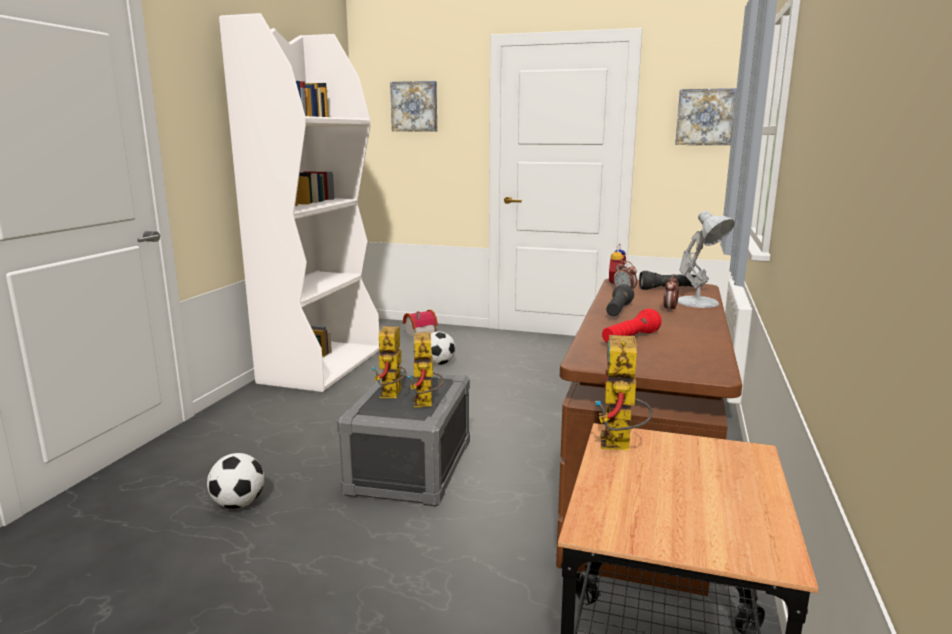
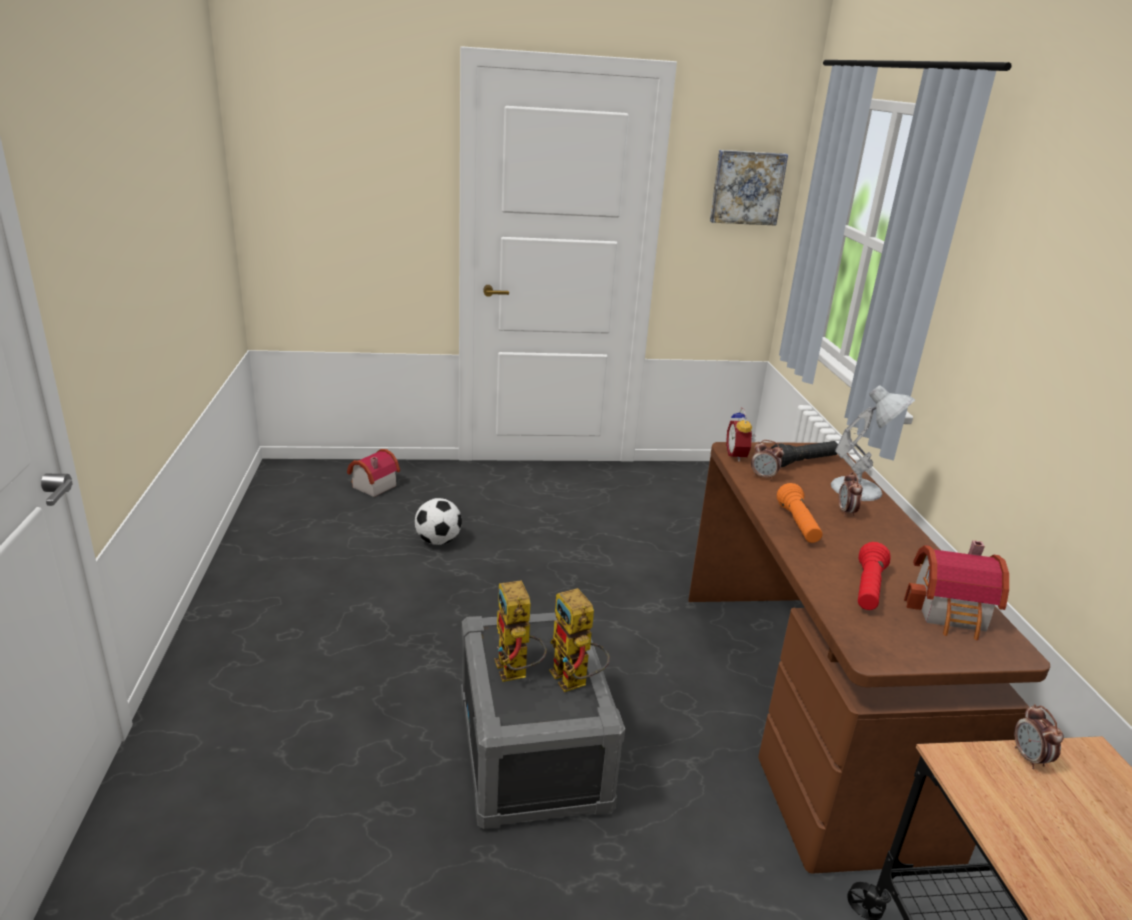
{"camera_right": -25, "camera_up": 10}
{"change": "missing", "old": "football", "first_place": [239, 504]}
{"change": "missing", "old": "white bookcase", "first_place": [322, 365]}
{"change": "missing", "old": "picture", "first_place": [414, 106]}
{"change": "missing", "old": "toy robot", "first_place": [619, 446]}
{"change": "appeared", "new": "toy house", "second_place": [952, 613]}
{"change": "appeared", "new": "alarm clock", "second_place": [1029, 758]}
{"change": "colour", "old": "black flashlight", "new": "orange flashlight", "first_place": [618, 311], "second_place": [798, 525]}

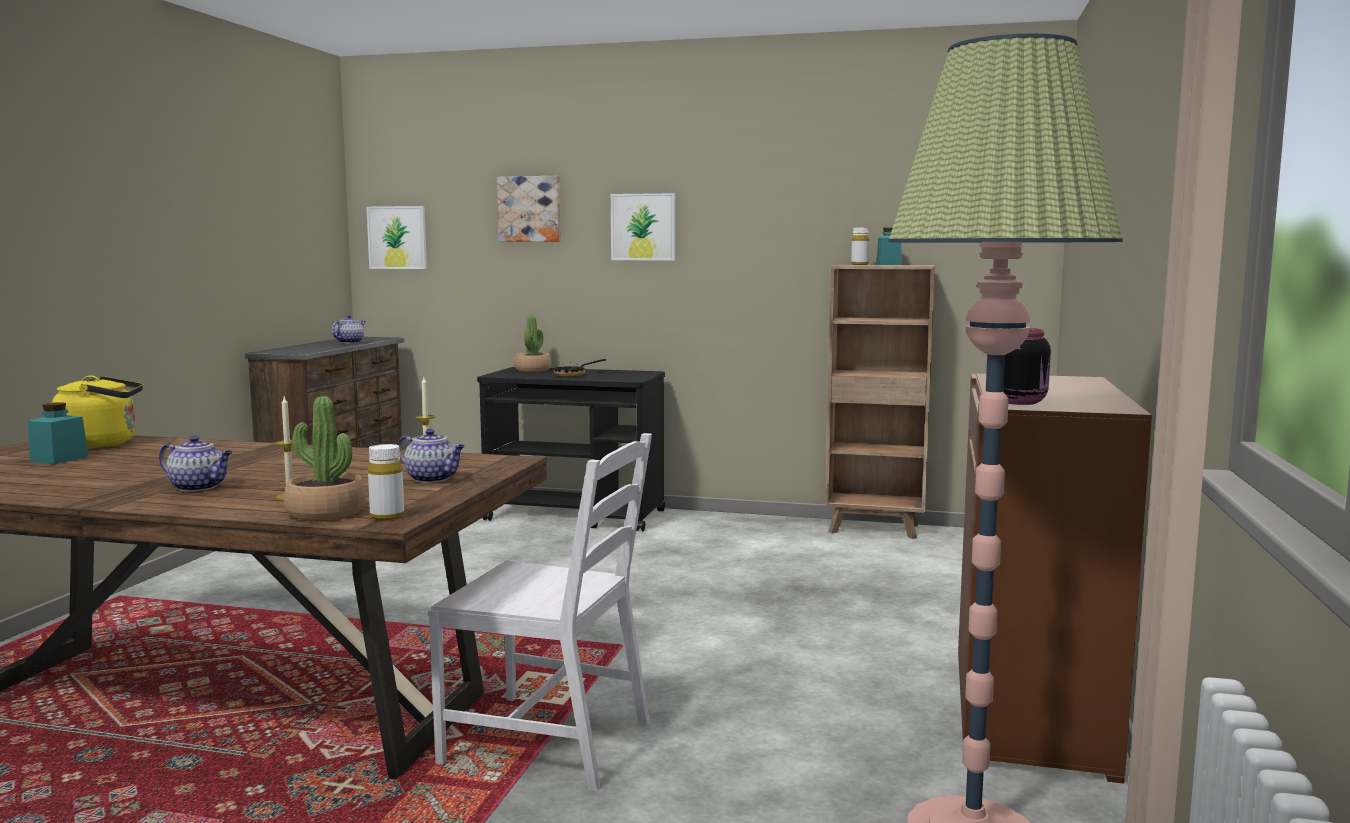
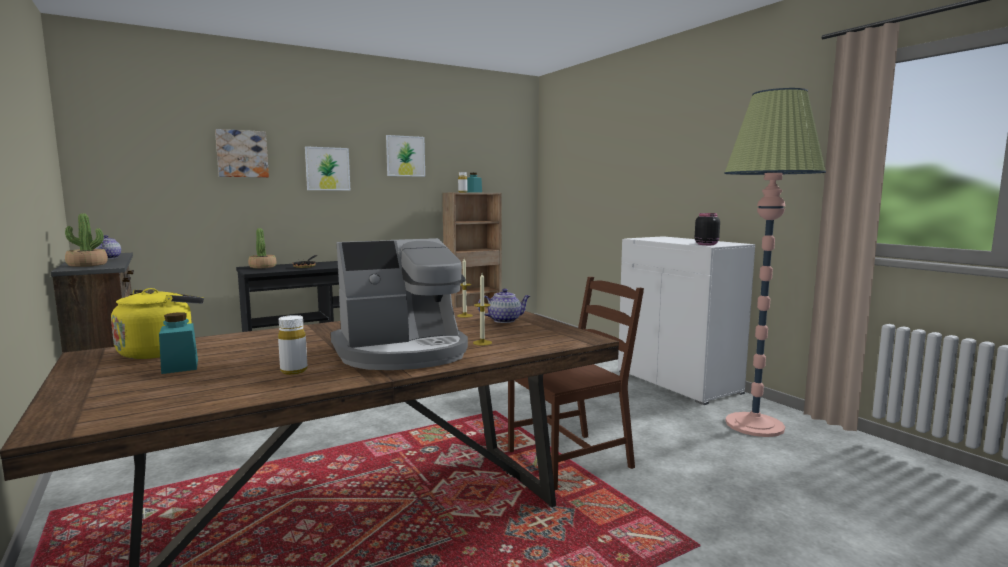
{"camera_right": -45, "camera_up": 0}
{"change": "relocated", "old": "potted plant", "first_place": [326, 512], "second_place": [87, 265]}
{"change": "relocated", "old": "picture", "first_place": [397, 237], "second_place": [405, 156]}
{"change": "relocated", "old": "white bottle", "first_place": [387, 516], "second_place": [294, 371]}
{"change": "exchanged", "old": "teapot", "new": "coffee machine", "first_place": [199, 487], "second_place": [402, 352]}
{"change": "colour", "old": "white chair", "new": "brown chair", "first_place": [550, 742], "second_place": [571, 459]}
{"change": "colour", "old": "brown cabinet", "new": "white cabinet", "first_place": [1033, 712], "second_place": [679, 382]}

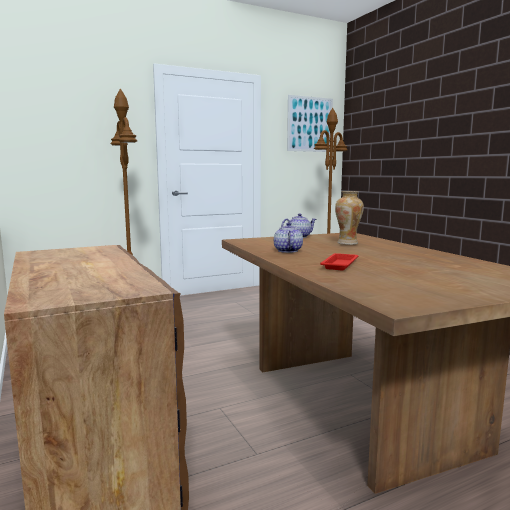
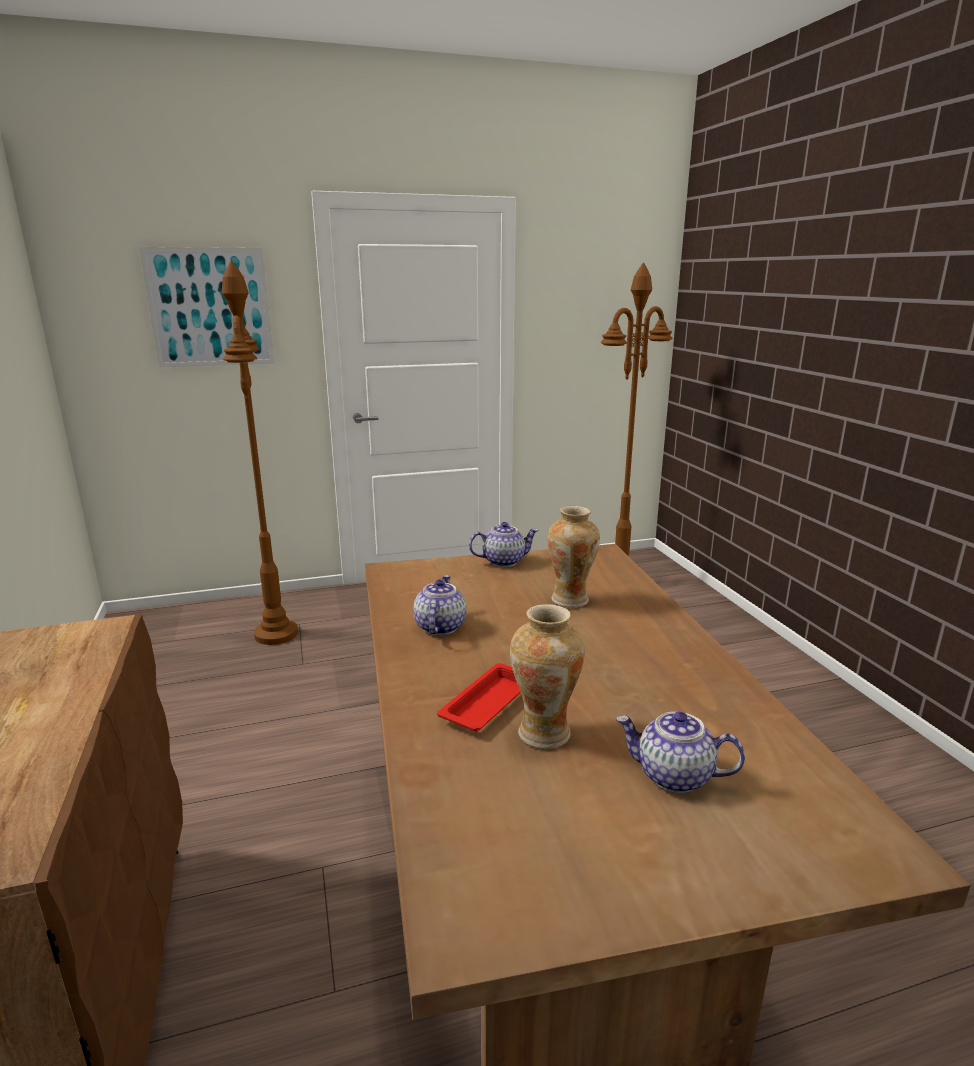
{"camera_right": 10, "camera_up": 10}
{"change": "appeared", "new": "vase", "second_place": [544, 732]}
{"change": "appeared", "new": "teapot", "second_place": [673, 776]}
{"change": "relocated", "old": "picture", "first_place": [310, 124], "second_place": [210, 308]}

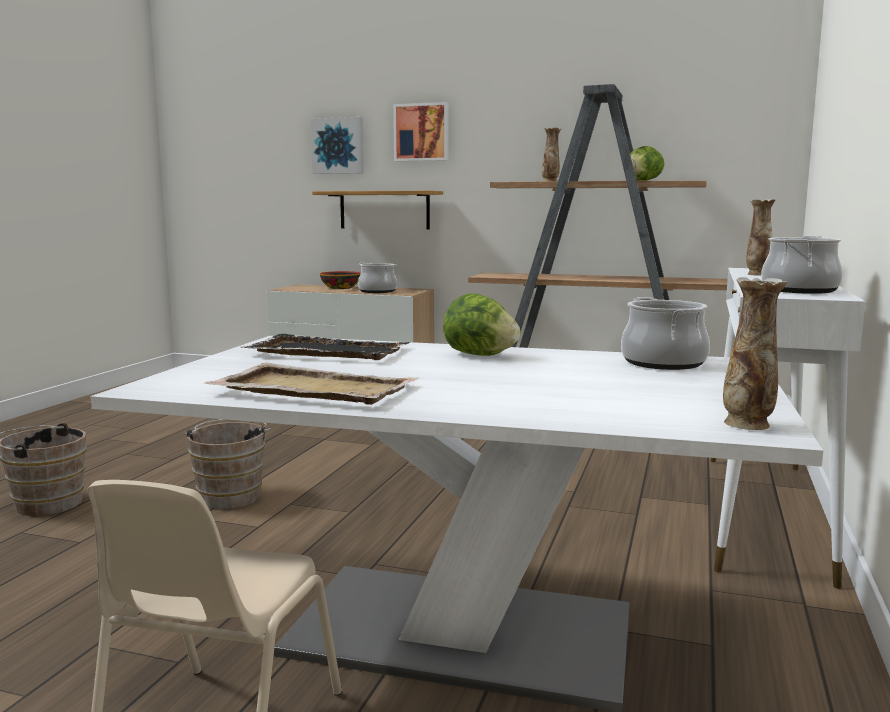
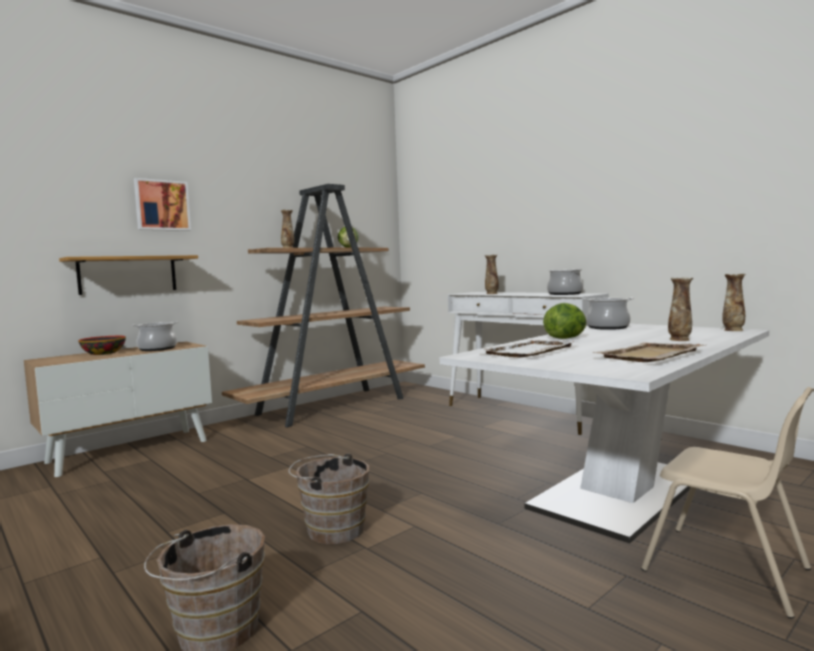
{"camera_right": -60, "camera_up": -5}
{"change": "missing", "old": "picture", "first_place": [338, 146]}
{"change": "appeared", "new": "vase", "second_place": [679, 340]}
{"change": "colour", "old": "black tray", "new": "white tray", "first_place": [326, 352], "second_place": [528, 351]}

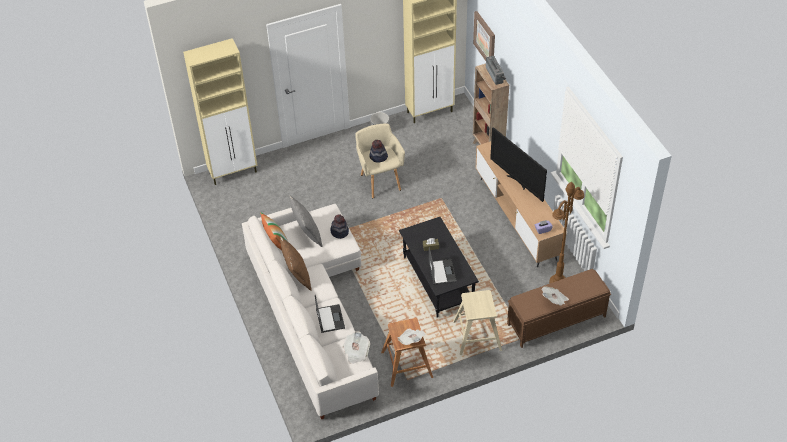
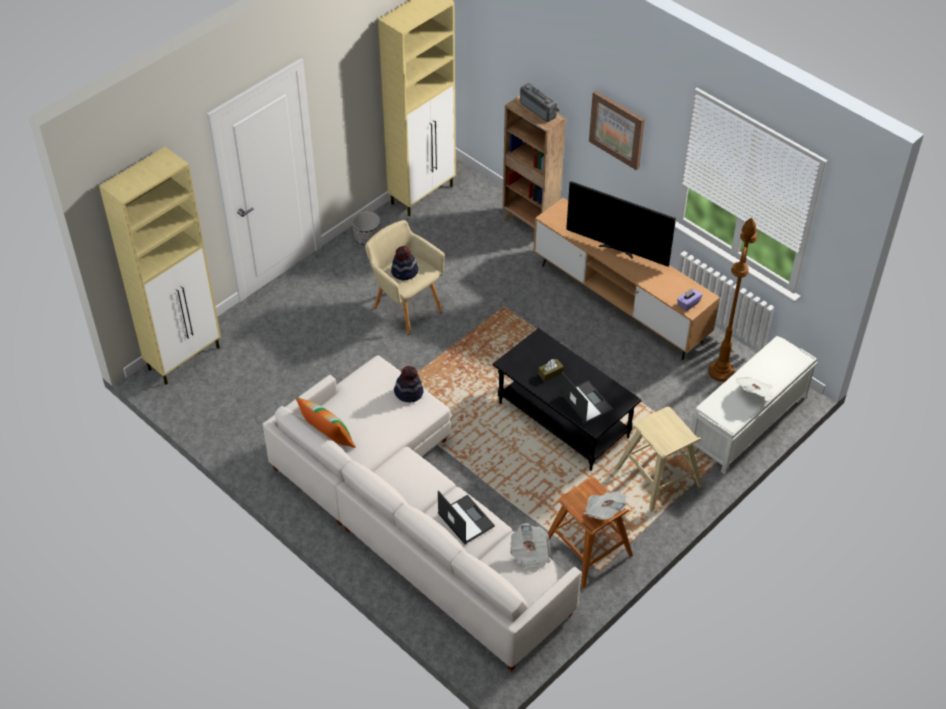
{"camera_right": -25, "camera_up": 0}
{"change": "missing", "old": "brown pillow", "first_place": [297, 275]}
{"change": "missing", "old": "grey pillow", "first_place": [307, 233]}
{"change": "relocated", "old": "picture", "first_place": [485, 39], "second_place": [617, 129]}
{"change": "colour", "old": "brown bench", "new": "white bench", "first_place": [555, 320], "second_place": [747, 423]}

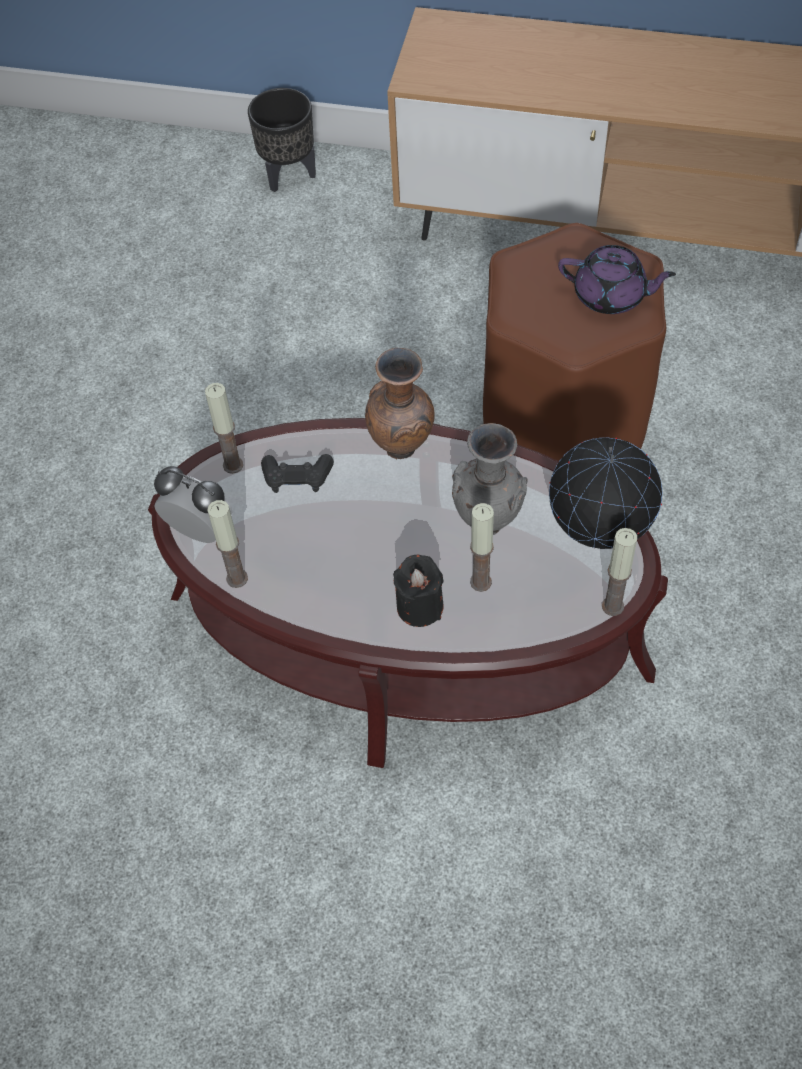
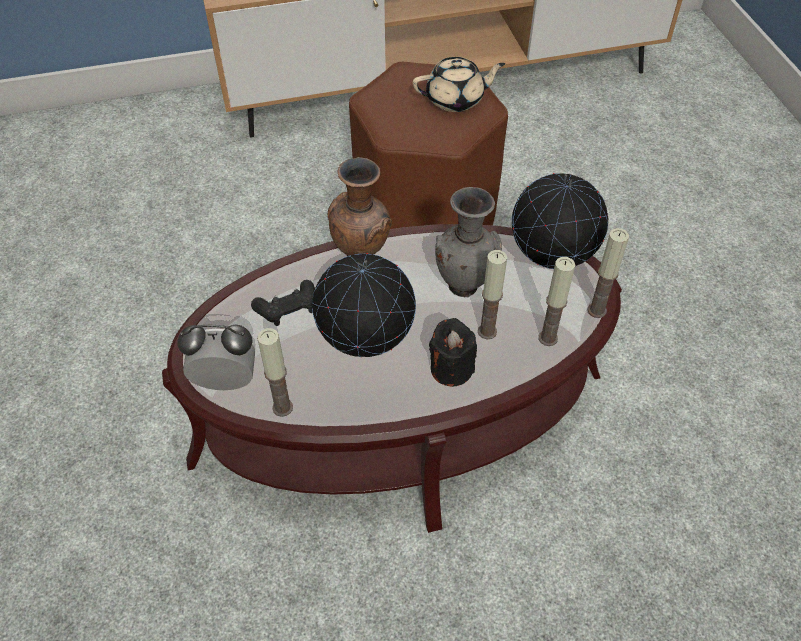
{"camera_right": -30, "camera_up": -5}
{"change": "missing", "old": "black planter", "first_place": [289, 175]}
{"change": "appeared", "new": "globe", "second_place": [366, 345]}
{"change": "relocated", "old": "candle", "first_place": [233, 465], "second_place": [548, 338]}
{"change": "colour", "old": "purple teapot", "new": "beige teapot", "first_place": [611, 296], "second_place": [456, 99]}

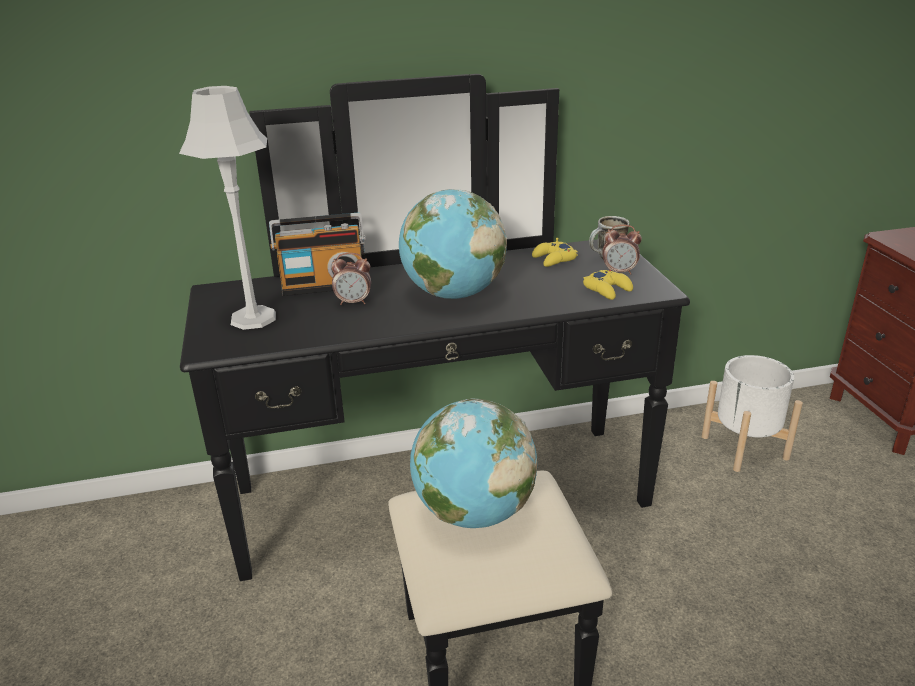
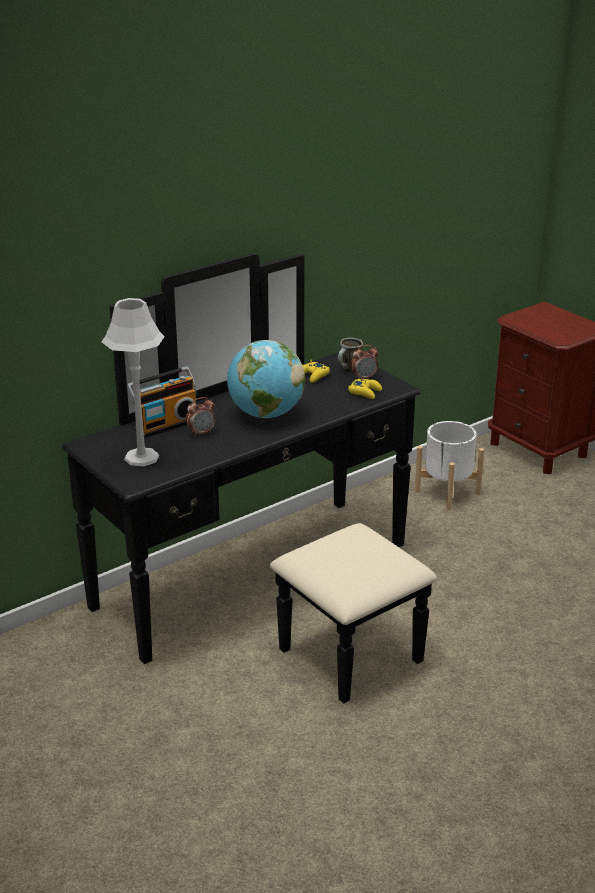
{"camera_right": -25, "camera_up": 0}
{"change": "missing", "old": "globe", "first_place": [473, 512]}

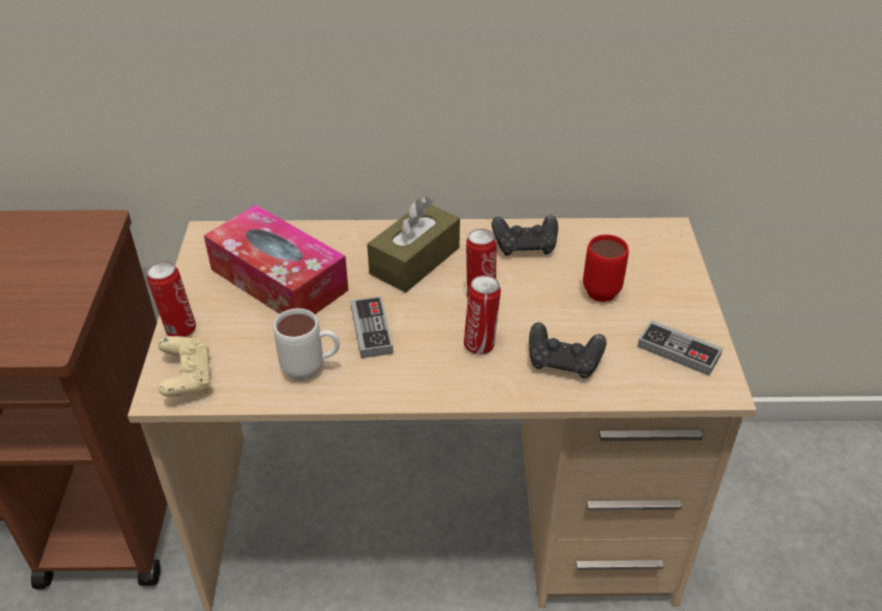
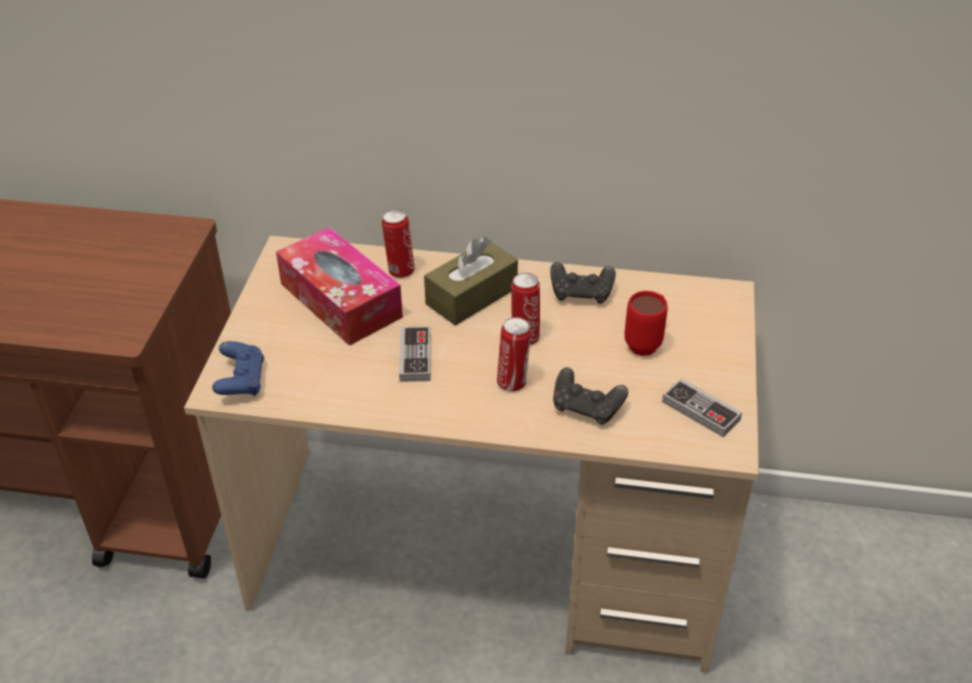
{"camera_right": 10, "camera_up": 0}
{"change": "missing", "old": "white mug", "first_place": [311, 370]}
{"change": "relocated", "old": "can", "first_place": [179, 329], "second_place": [400, 271]}
{"change": "colour", "old": "beige game controller", "new": "blue game controller", "first_place": [188, 378], "second_place": [241, 381]}

